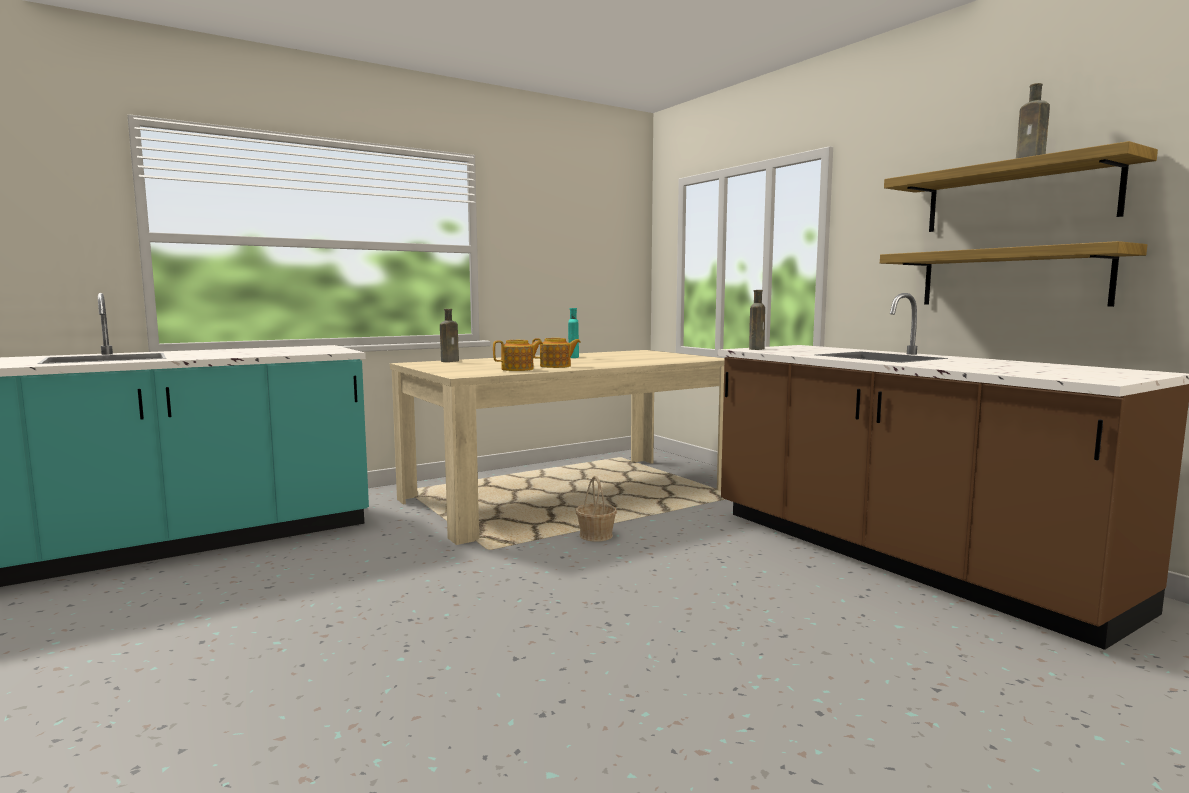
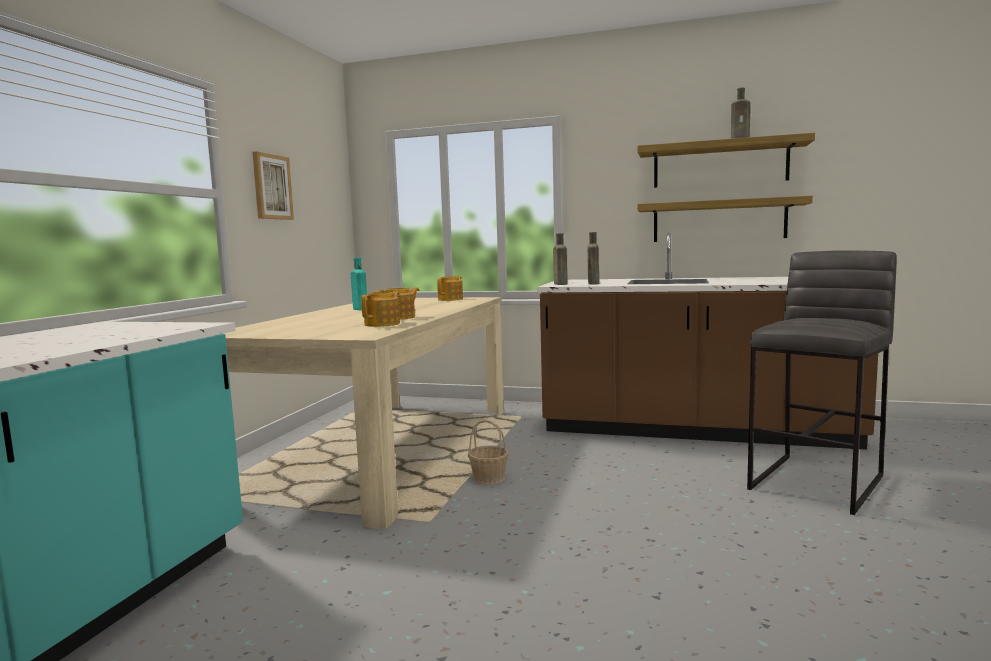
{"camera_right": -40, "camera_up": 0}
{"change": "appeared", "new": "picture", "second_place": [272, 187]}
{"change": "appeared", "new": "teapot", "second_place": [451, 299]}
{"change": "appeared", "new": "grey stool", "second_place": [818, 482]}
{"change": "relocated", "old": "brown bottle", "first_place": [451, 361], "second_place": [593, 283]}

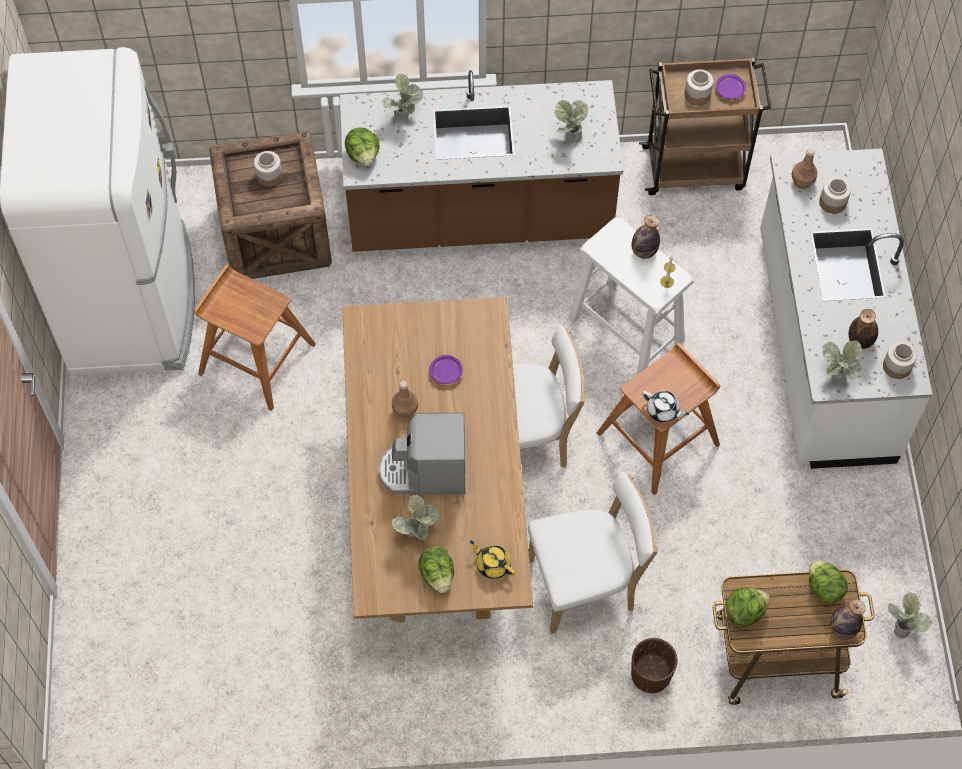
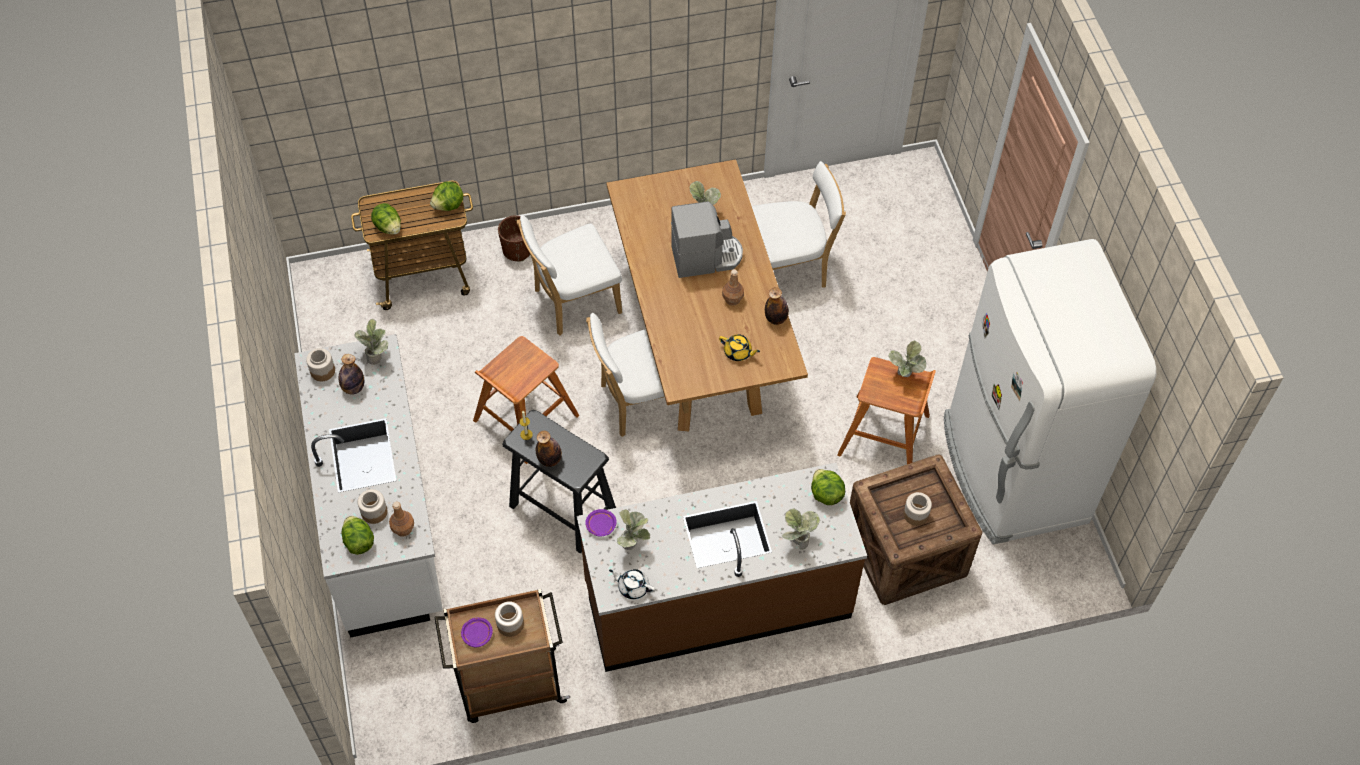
{"camera_right": 170, "camera_up": -5}
{"change": "appeared", "new": "white chair", "second_place": [790, 269]}
{"change": "relocated", "old": "lettuce", "first_place": [437, 575], "second_place": [359, 542]}
{"change": "relocated", "old": "purple plate", "first_place": [446, 372], "second_place": [600, 525]}
{"change": "relocated", "old": "yellow teapot", "first_place": [492, 564], "second_place": [738, 352]}
{"change": "relocated", "old": "white teapot", "first_place": [663, 411], "second_place": [633, 587]}
{"change": "relocated", "old": "bottle", "first_place": [842, 629], "second_place": [776, 319]}
{"change": "relocated", "old": "potted plant", "first_place": [902, 625], "second_place": [904, 376]}
{"change": "colour", "old": "white stool", "new": "black stool", "first_place": [626, 329], "second_place": [563, 509]}

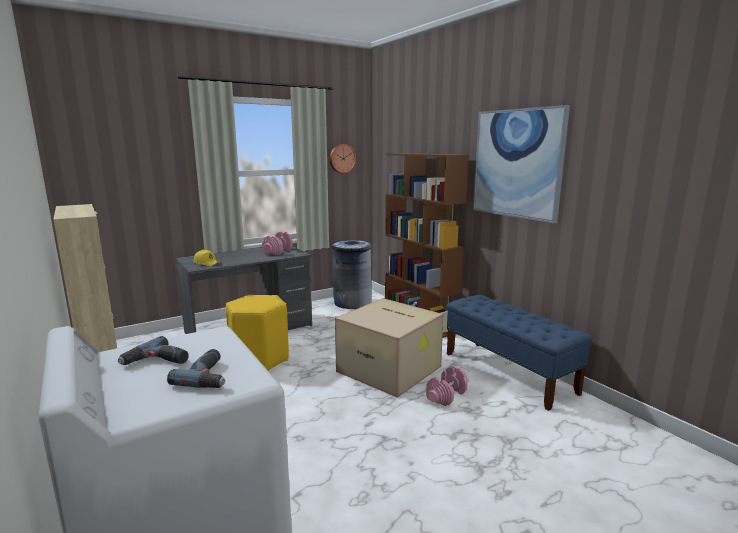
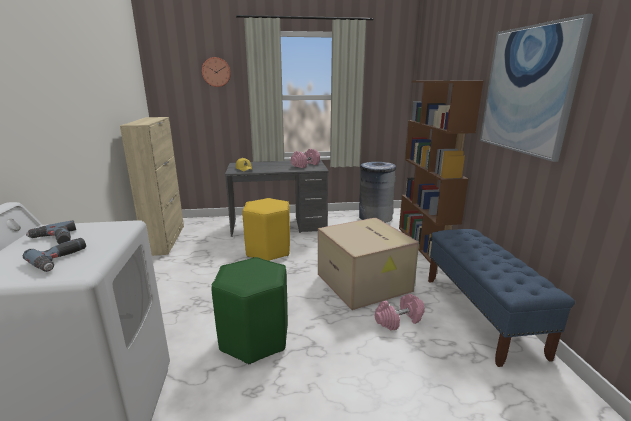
{"camera_right": 25, "camera_up": 5}
{"change": "appeared", "new": "green stool", "second_place": [255, 338]}
{"change": "relocated", "old": "wall clock", "first_place": [342, 158], "second_place": [216, 72]}

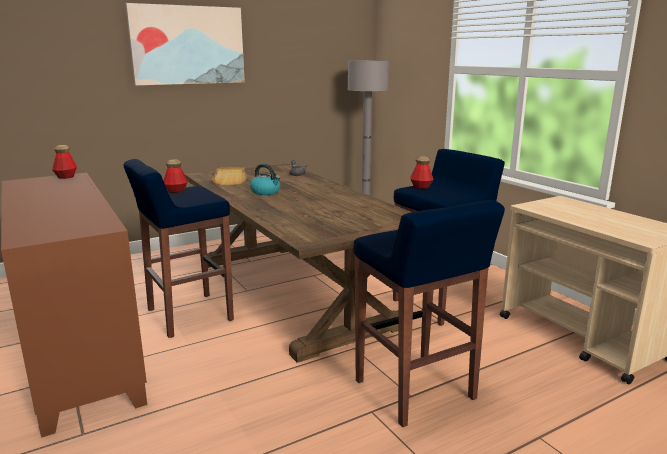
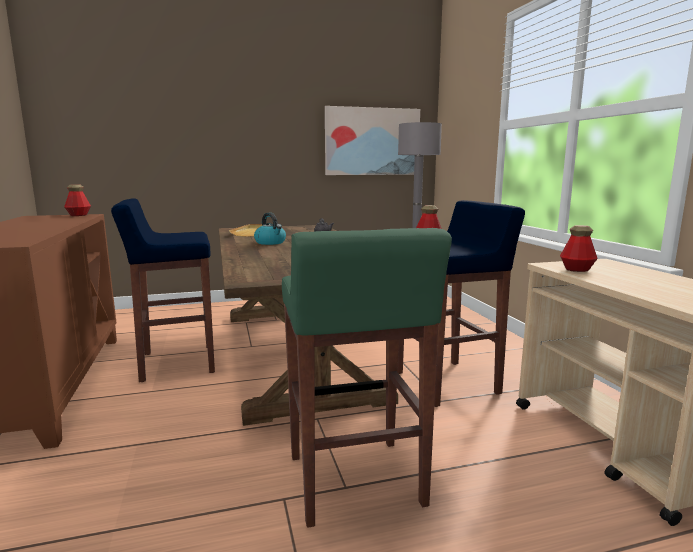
{"camera_right": 15, "camera_up": -5}
{"change": "relocated", "old": "picture", "first_place": [188, 45], "second_place": [372, 141]}
{"change": "relocated", "old": "bottle", "first_place": [176, 191], "second_place": [577, 269]}
{"change": "colour", "old": "blue stool", "new": "green stool", "first_place": [415, 391], "second_place": [355, 482]}

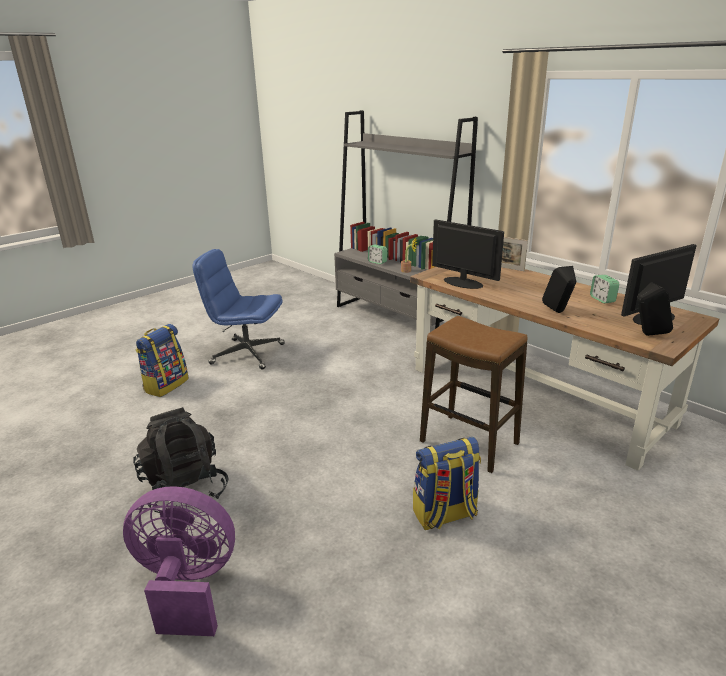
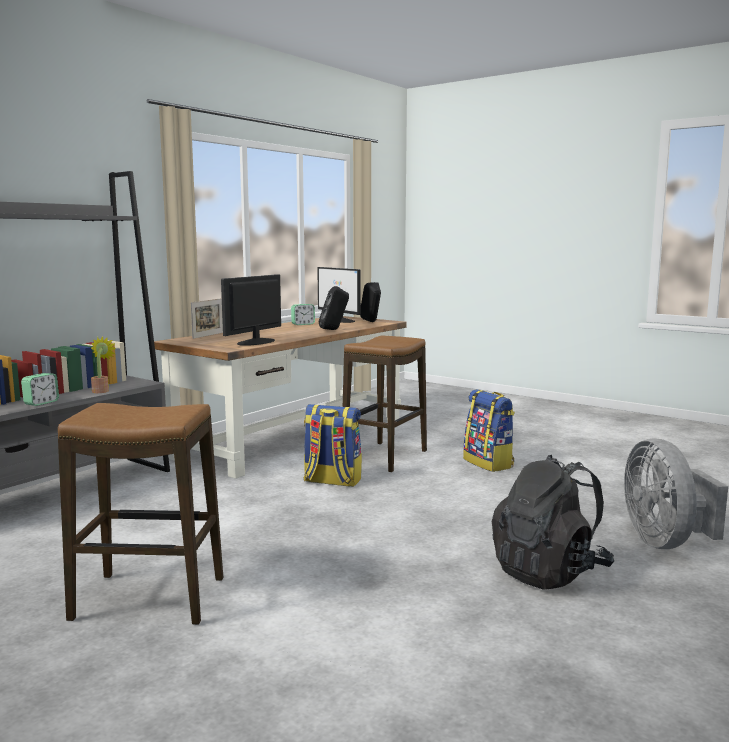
{"camera_right": -100, "camera_up": -15}
{"change": "relocated", "old": "backpack", "first_place": [166, 385], "second_place": [331, 481]}
{"change": "exchanged", "old": "blue office chair", "new": "stool", "first_place": [247, 354], "second_place": [148, 599]}
{"change": "colour", "old": "purple fan", "new": "grey fan", "first_place": [187, 586], "second_place": [665, 542]}

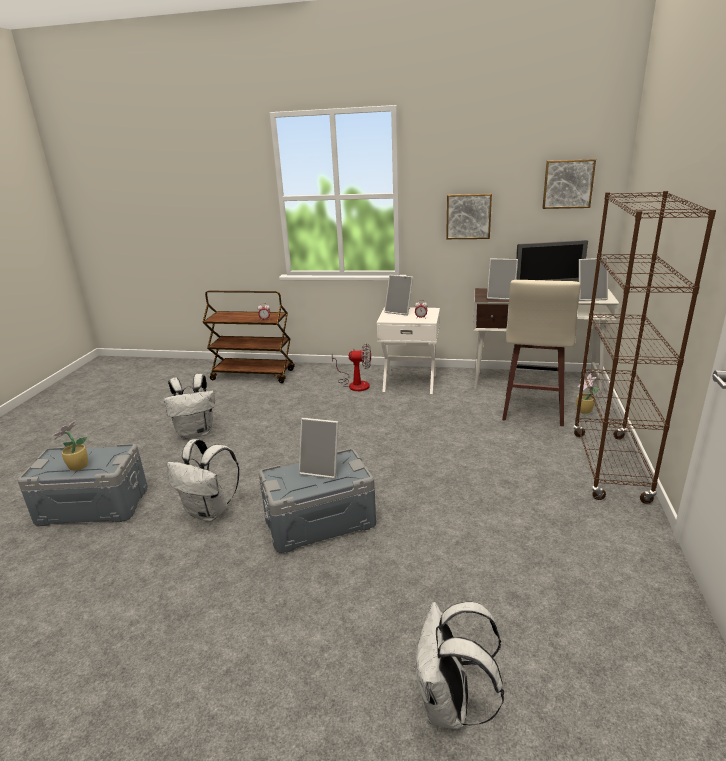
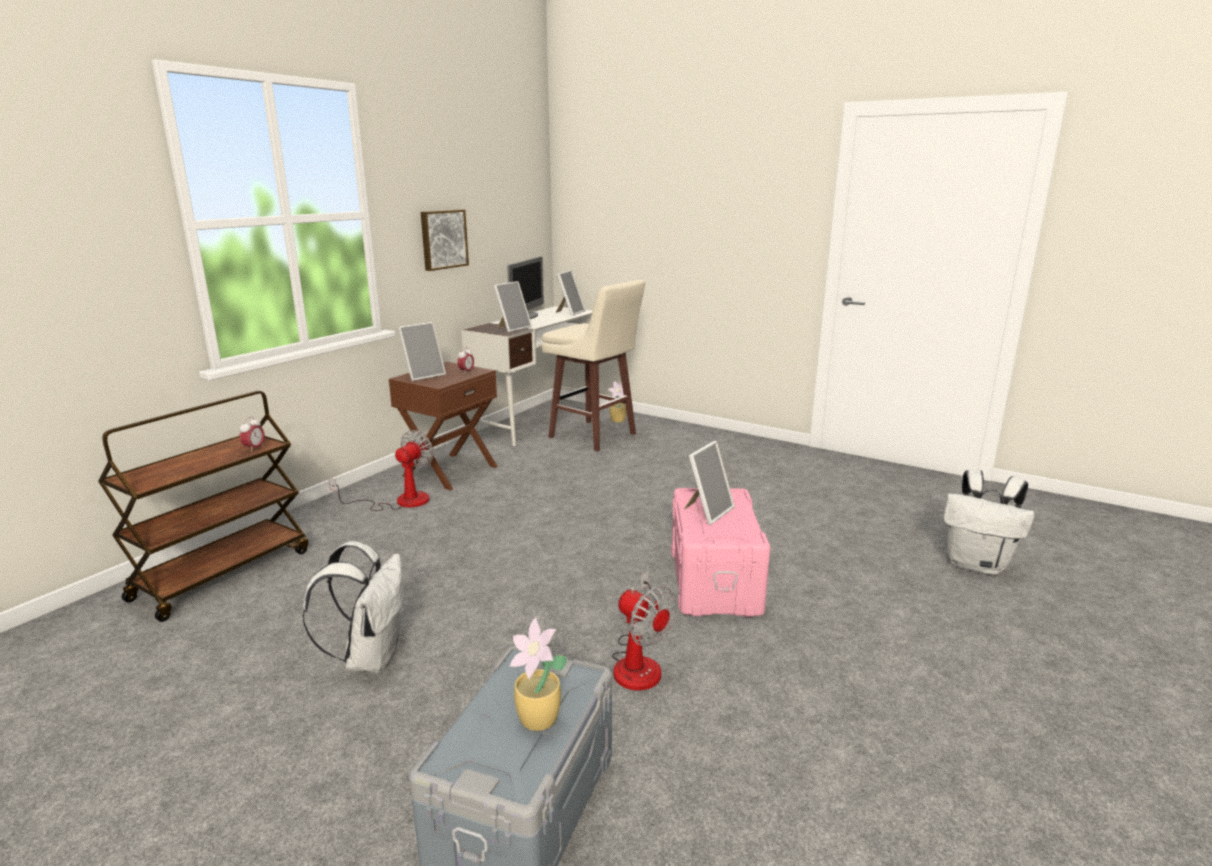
{"camera_right": -70, "camera_up": -5}
{"change": "missing", "old": "picture", "first_place": [568, 184]}
{"change": "missing", "old": "brown bookcase", "first_place": [609, 466]}
{"change": "exchanged", "old": "white backpack", "new": "fan", "first_place": [210, 511], "second_place": [639, 662]}
{"change": "colour", "old": "grey storage box", "new": "pink storage box", "first_place": [320, 522], "second_place": [715, 580]}
{"change": "colour", "old": "white nightstand", "new": "brown nightstand", "first_place": [410, 382], "second_place": [449, 471]}

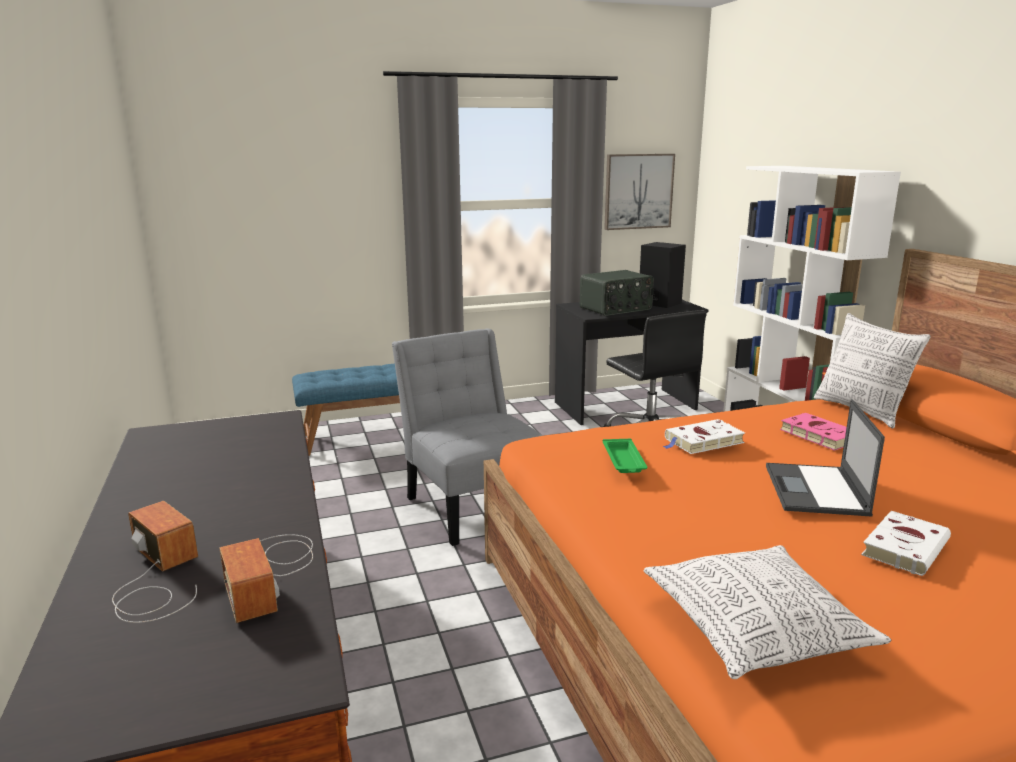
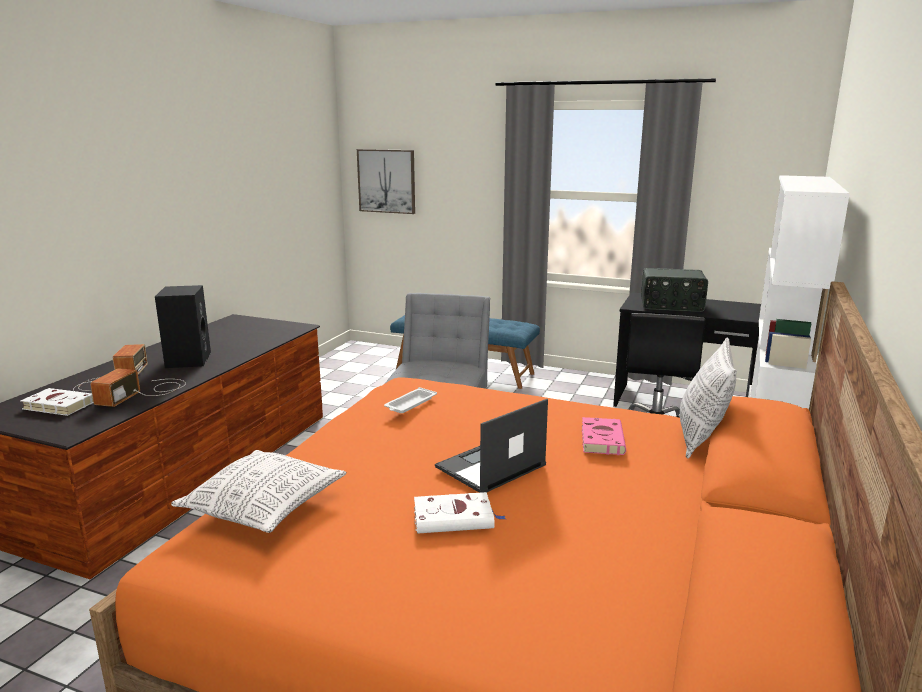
{"camera_right": 40, "camera_up": 0}
{"change": "relocated", "old": "picture", "first_place": [638, 191], "second_place": [387, 181]}
{"change": "relocated", "old": "black speaker", "first_place": [658, 303], "second_place": [187, 360]}
{"change": "relocated", "old": "white book", "first_place": [702, 441], "second_place": [57, 405]}
{"change": "colour", "old": "green tray", "new": "white tray", "first_place": [624, 460], "second_place": [410, 404]}

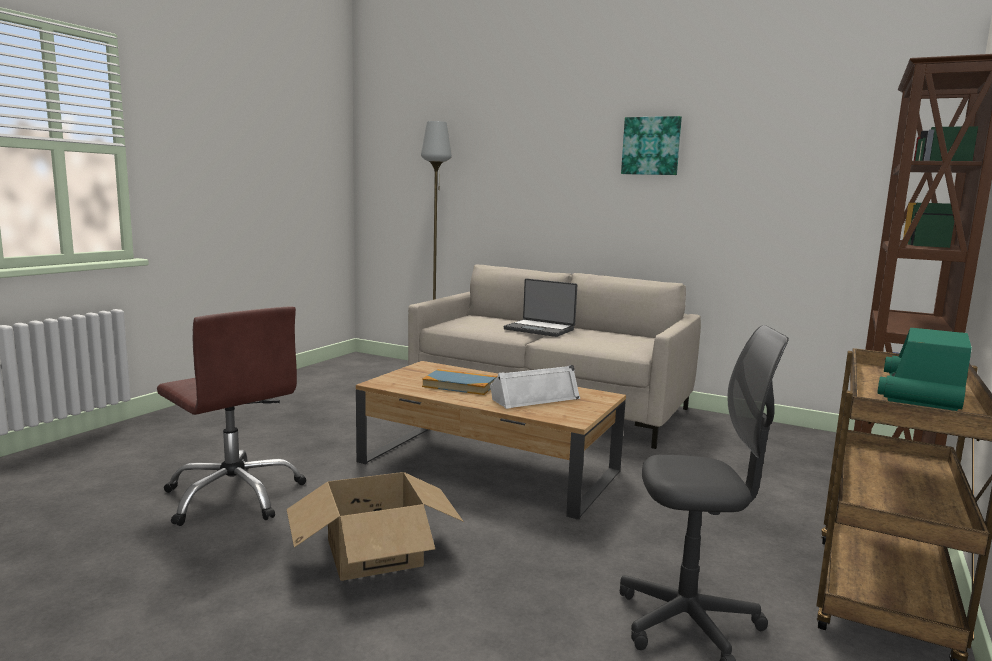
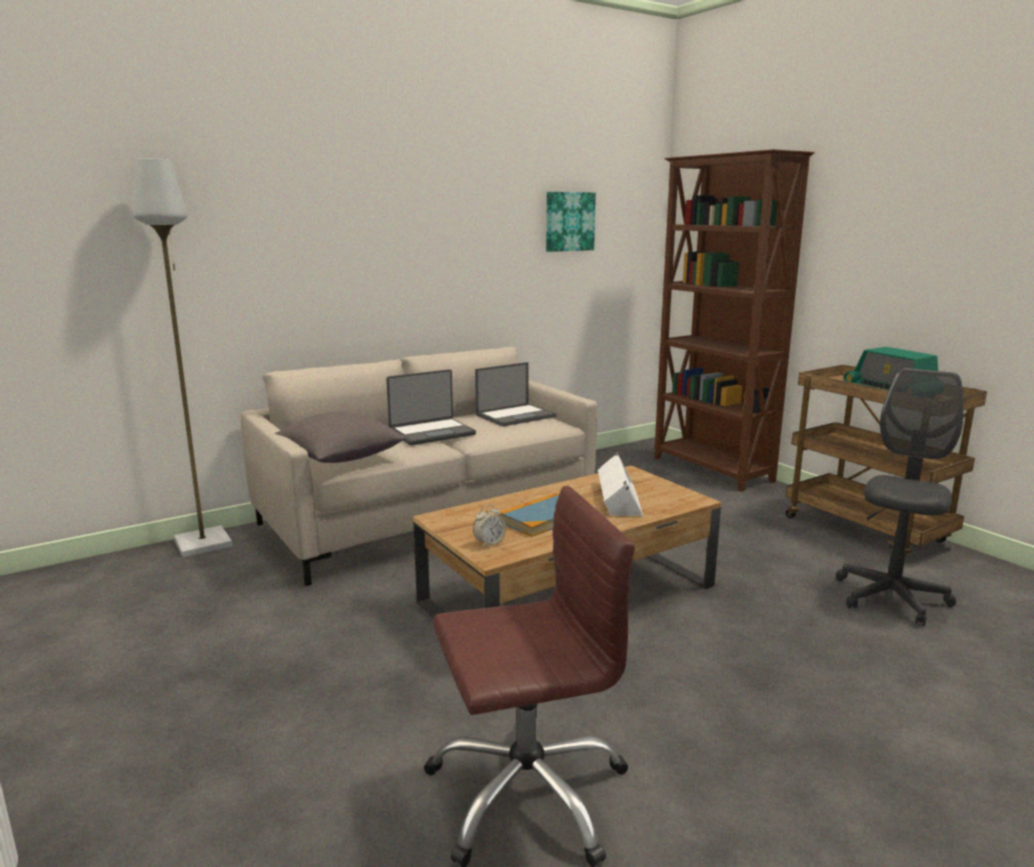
{"camera_right": -60, "camera_up": 5}
{"change": "missing", "old": "cardboard box", "first_place": [373, 552]}
{"change": "appeared", "new": "grey pillow", "second_place": [339, 458]}
{"change": "appeared", "new": "alarm clock", "second_place": [489, 543]}
{"change": "appeared", "new": "laptop", "second_place": [516, 415]}
{"change": "relocated", "old": "picture", "first_place": [651, 146], "second_place": [569, 221]}

